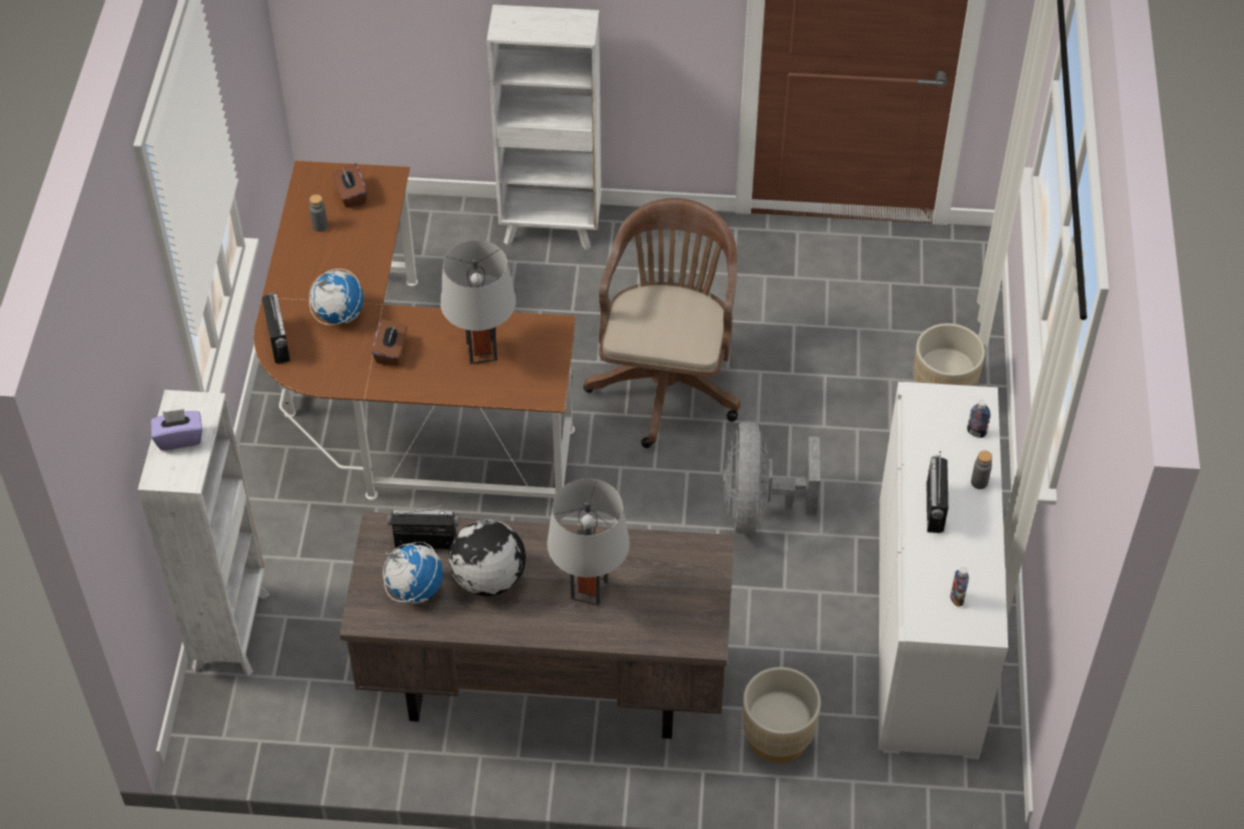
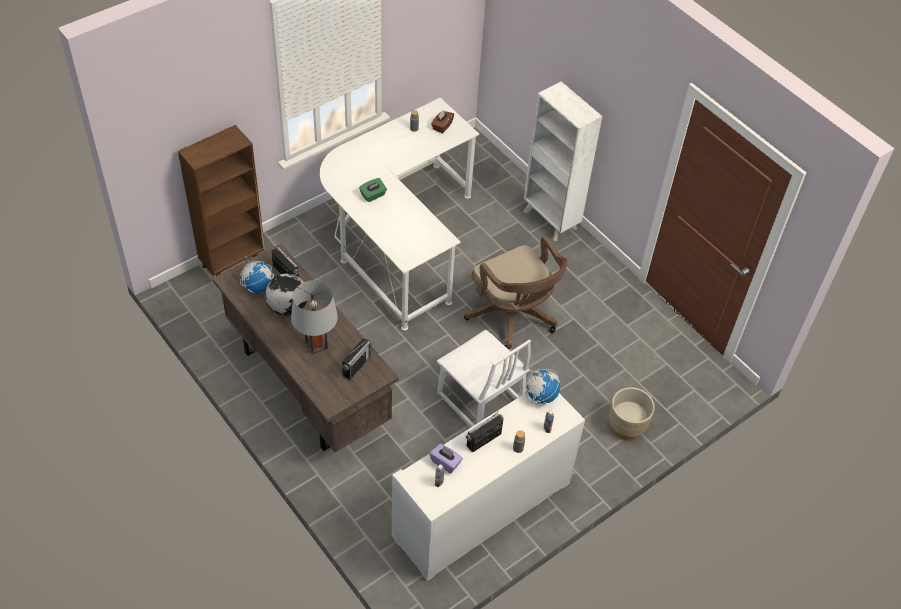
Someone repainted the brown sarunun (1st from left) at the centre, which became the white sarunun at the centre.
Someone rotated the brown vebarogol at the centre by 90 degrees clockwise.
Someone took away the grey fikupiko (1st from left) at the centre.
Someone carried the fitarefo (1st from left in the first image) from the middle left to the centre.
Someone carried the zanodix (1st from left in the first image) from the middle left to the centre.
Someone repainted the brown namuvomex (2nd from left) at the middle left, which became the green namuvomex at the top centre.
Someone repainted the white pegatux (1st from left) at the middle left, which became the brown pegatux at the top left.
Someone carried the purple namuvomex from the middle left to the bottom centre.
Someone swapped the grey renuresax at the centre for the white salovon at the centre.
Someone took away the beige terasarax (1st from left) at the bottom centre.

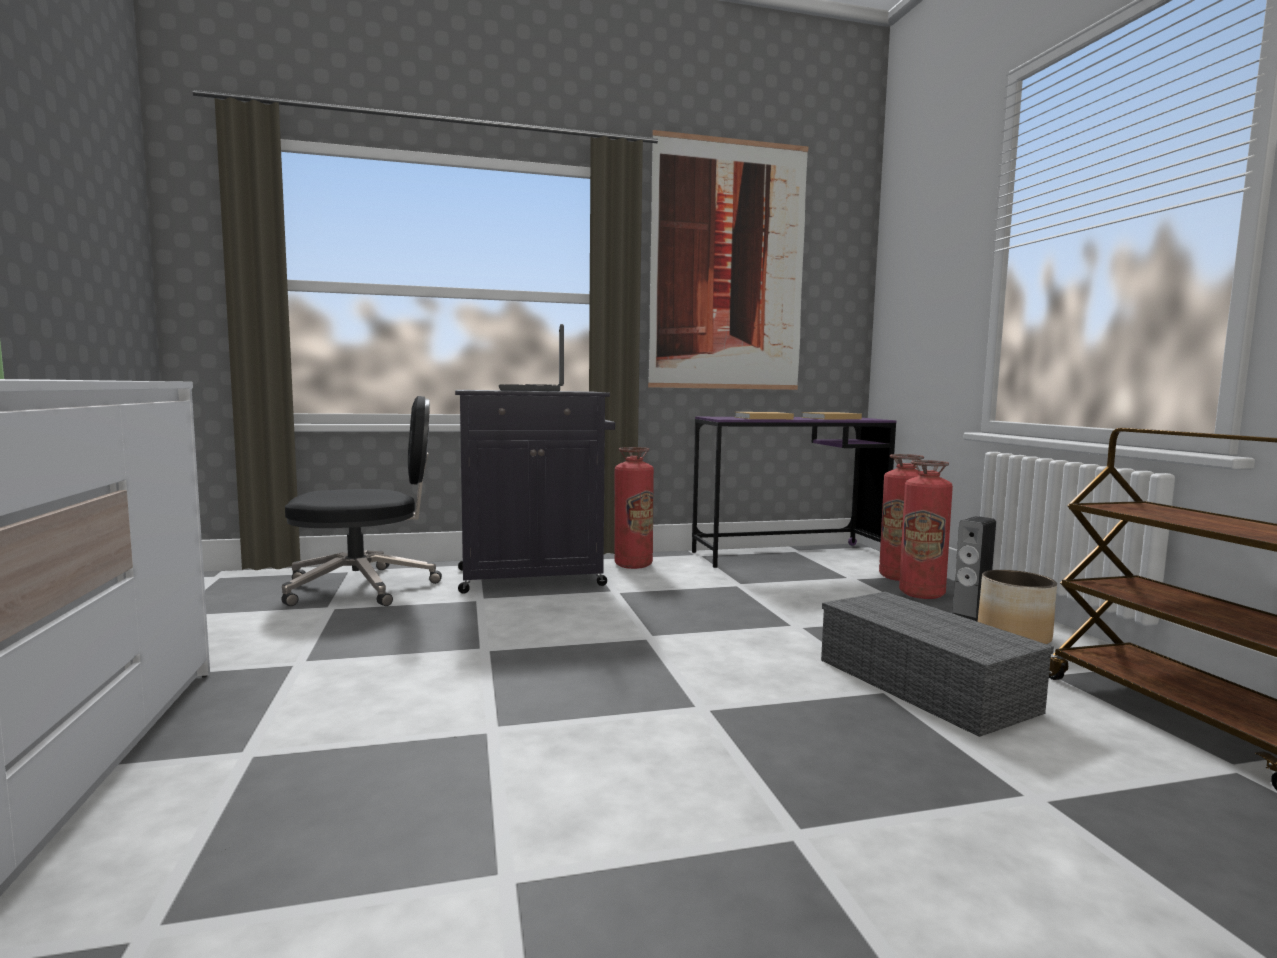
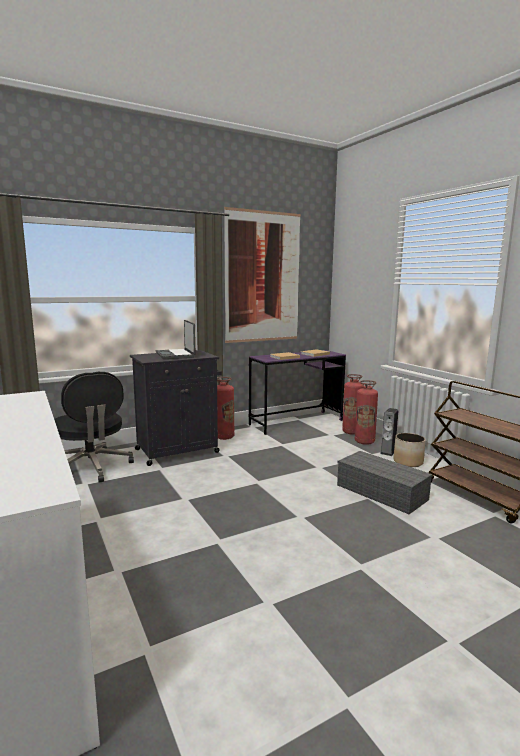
Someone rotated the black vebarogol at the middle left by 90 degrees clockwise.

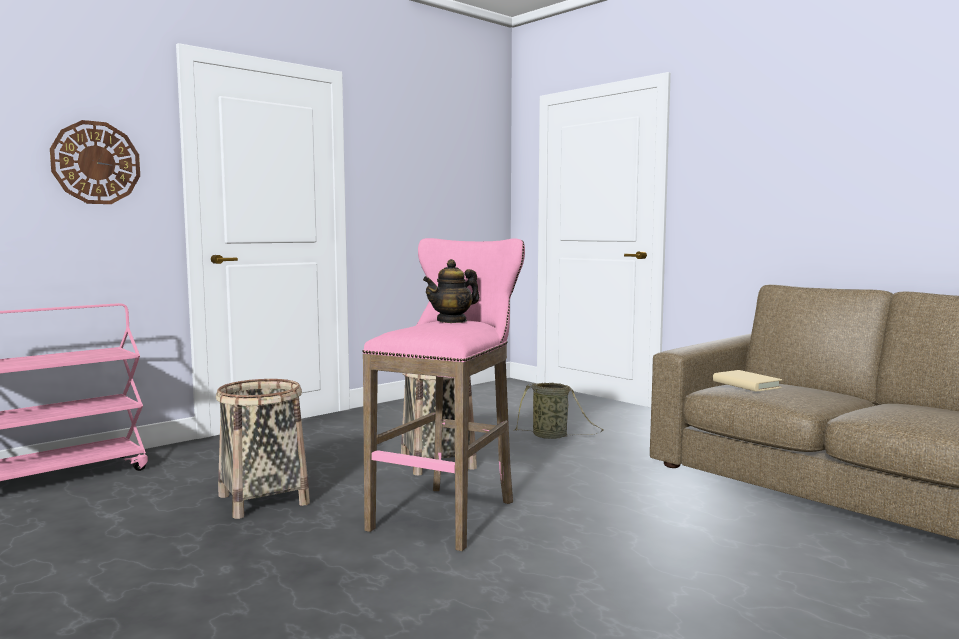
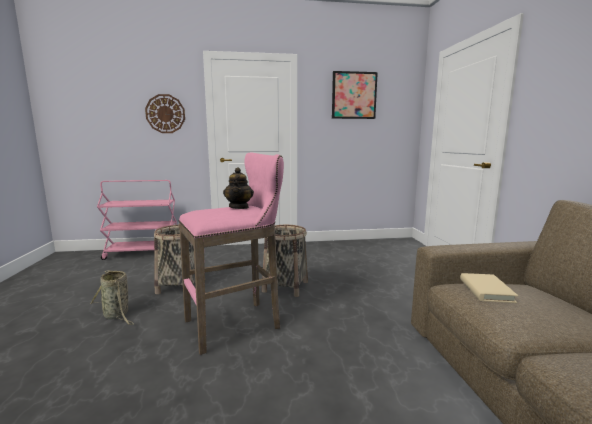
Someone rotated the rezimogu at the centre by 90 degrees counterclockwise.
Someone carried the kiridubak (3rd from left in the first image) from the centre to the bottom left.
Someone put up the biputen at the top centre.

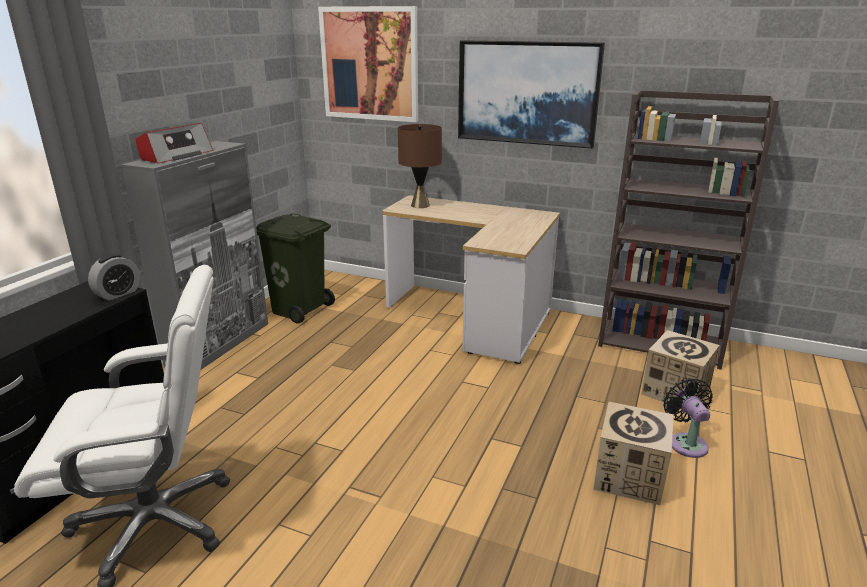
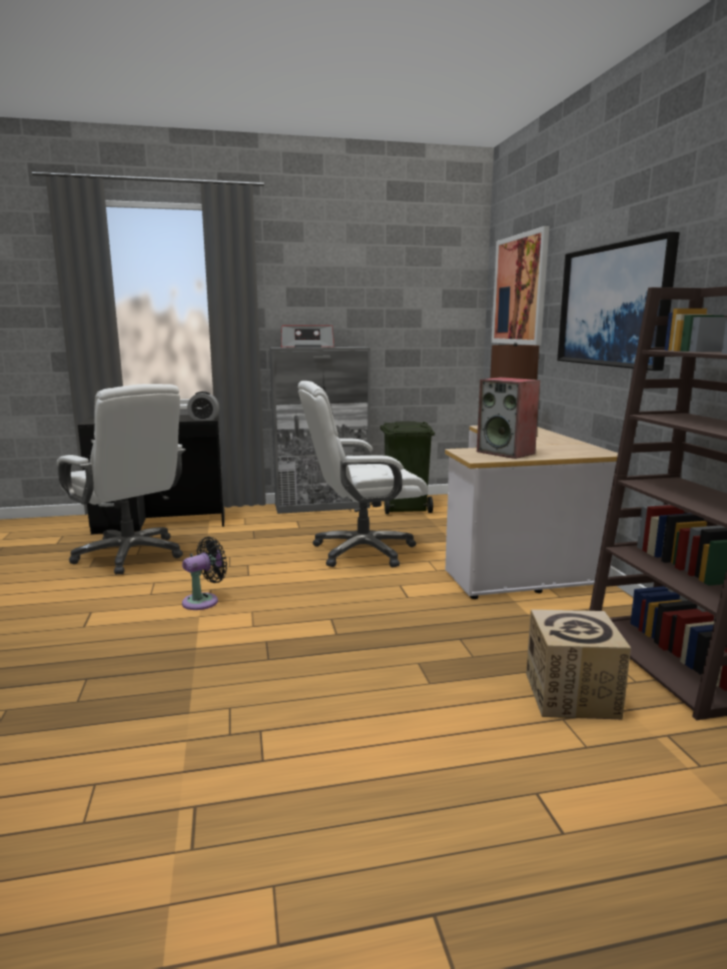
Someone carried the black renuresax from the bottom right to the middle left.
Someone took away the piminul (1st from left) at the bottom right.
Someone put down the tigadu at the middle right.
Someone put down the white vebarogol (2nd from left) at the centre.

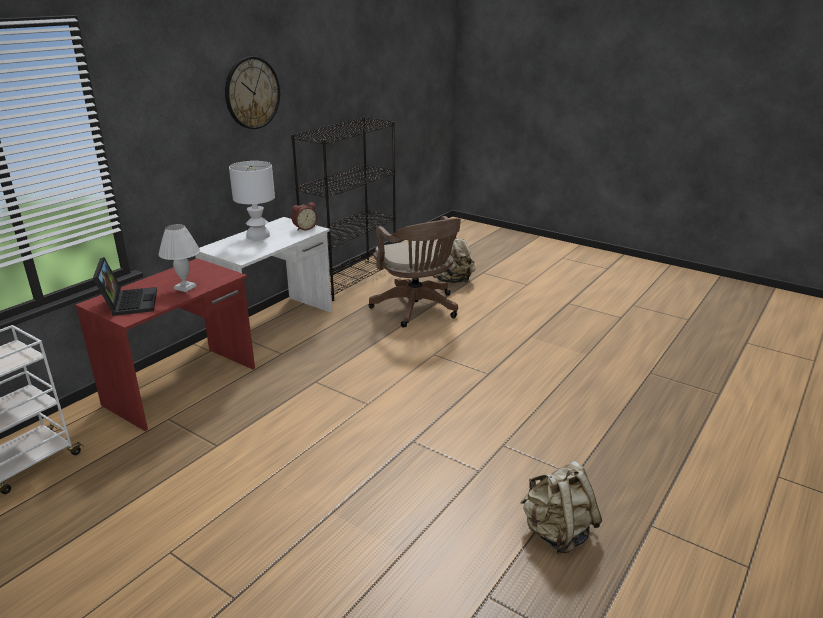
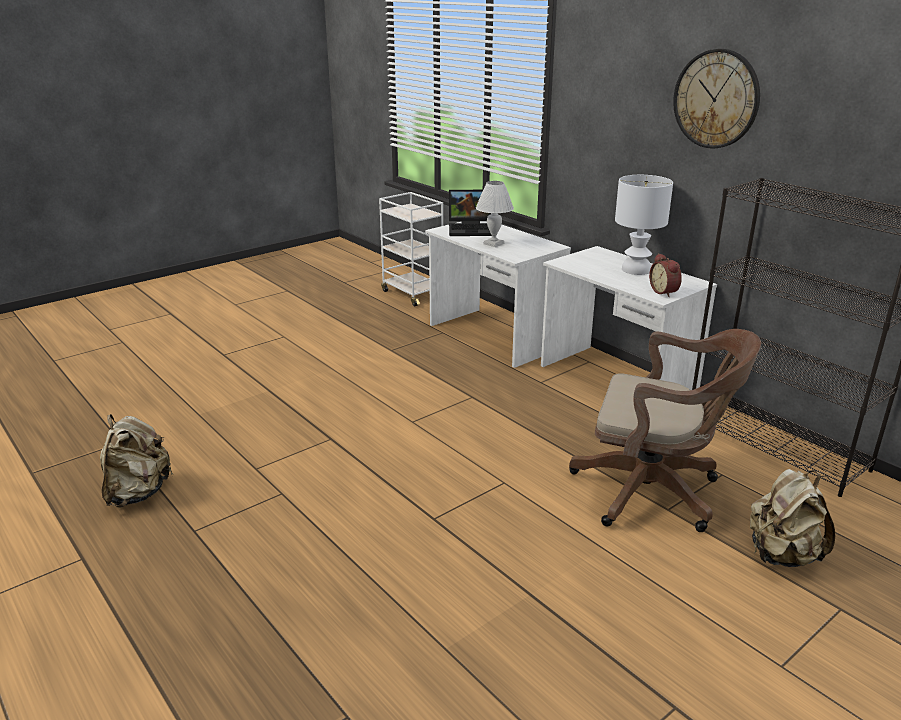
Someone rotated the brown vebarogol at the centre by 150 degrees counterclockwise.
Someone repainted the red sarunun at the middle left, which became the white sarunun (1st from left) at the centre.

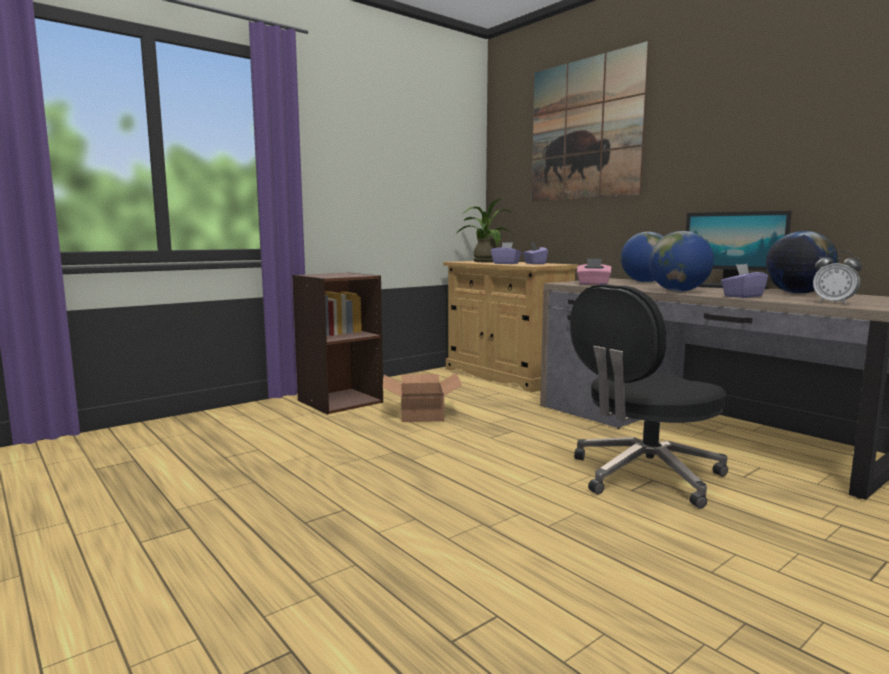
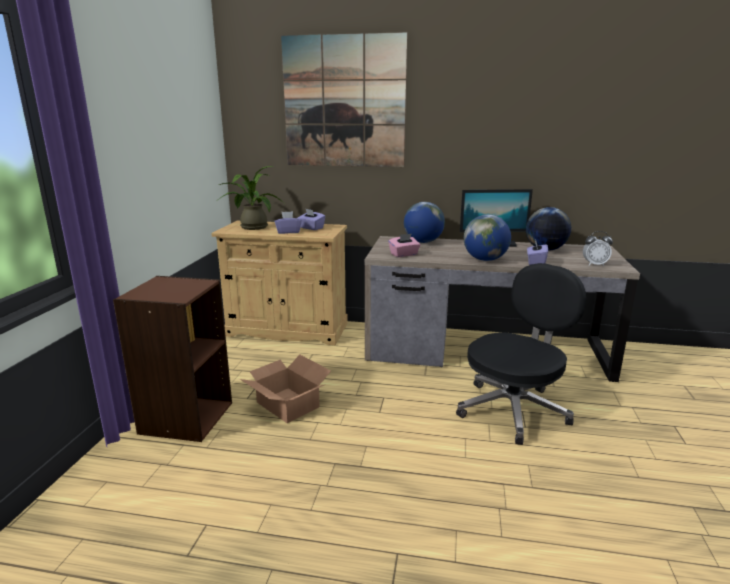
Someone rotated the black vebarogol at the middle right by 150 degrees counterclockwise.

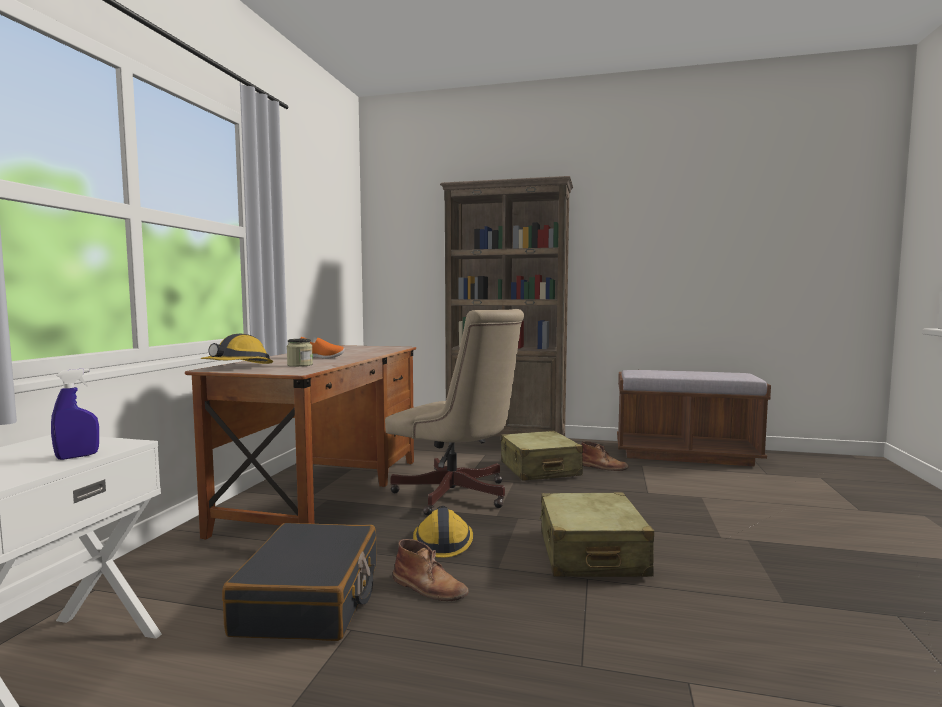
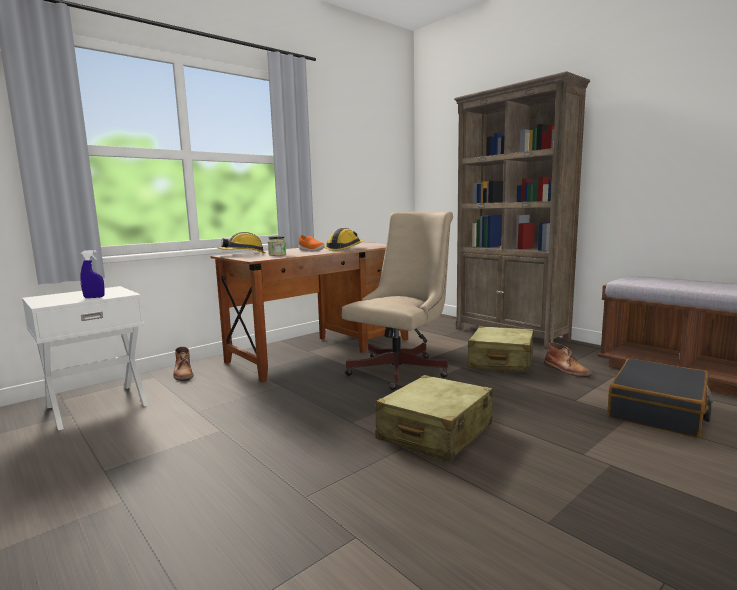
Someone rotated the beige vebarogol at the centre by 120 degrees counterclockwise.
Someone carried the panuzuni (2nd from left) from the bottom centre to the centre.
Someone carried the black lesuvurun from the bottom left to the bottom right.
Someone carried the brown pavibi (1st from left) from the bottom centre to the middle left.

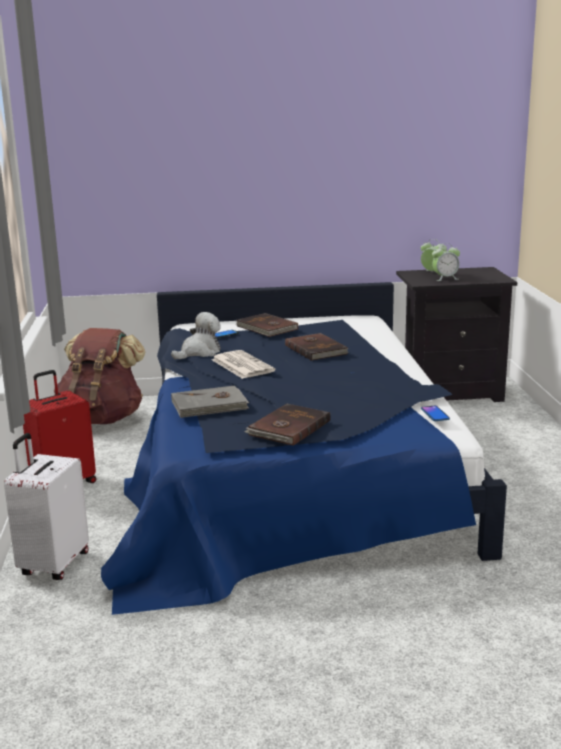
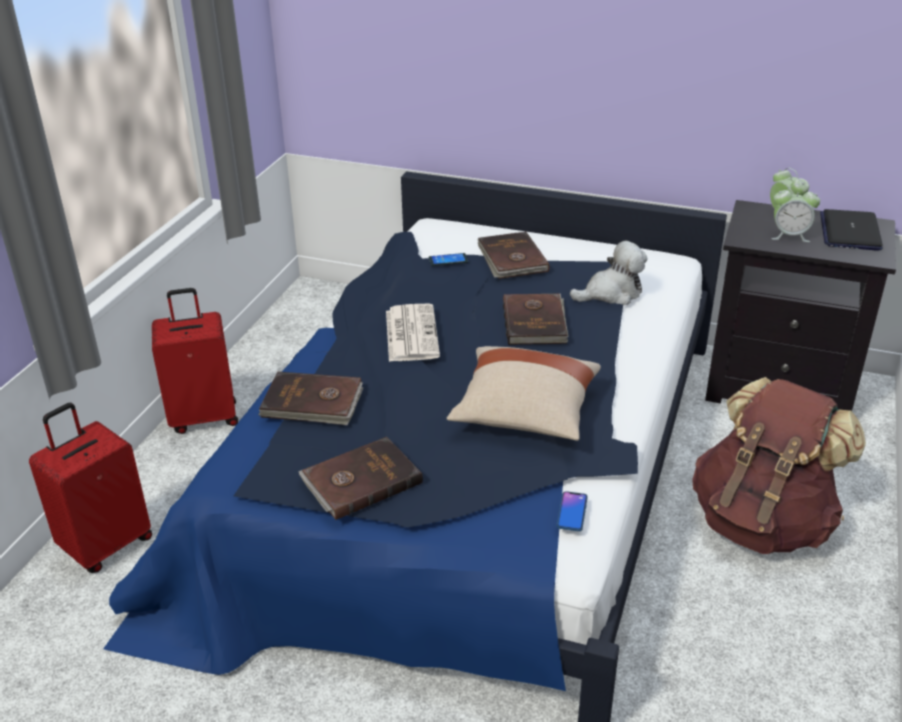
Someone carried the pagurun from the centre to the middle right.
Someone carried the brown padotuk from the middle left to the middle right.
Someone repainted the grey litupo at the centre, which became the brown litupo (1st from left) at the centre.
Someone repainted the white lesuvurun at the bottom left, which became the red lesuvurun (1st from left) at the bottom left.
Someone put down the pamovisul at the top right.
Someone put down the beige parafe at the centre.

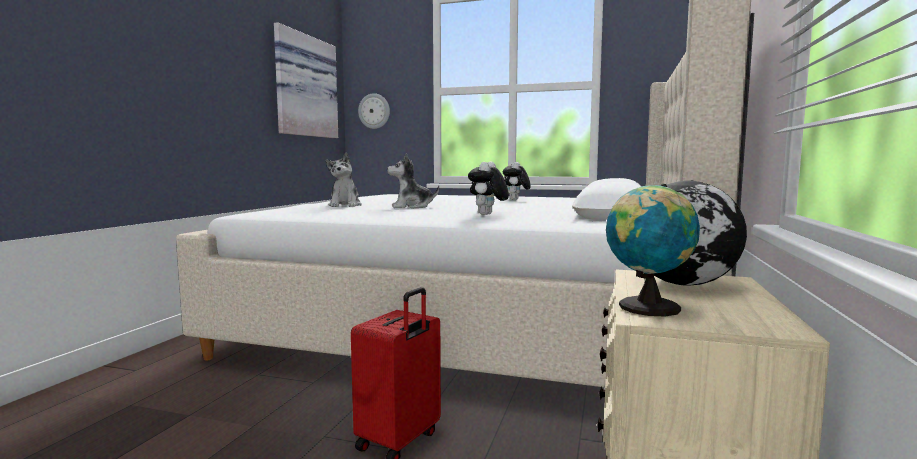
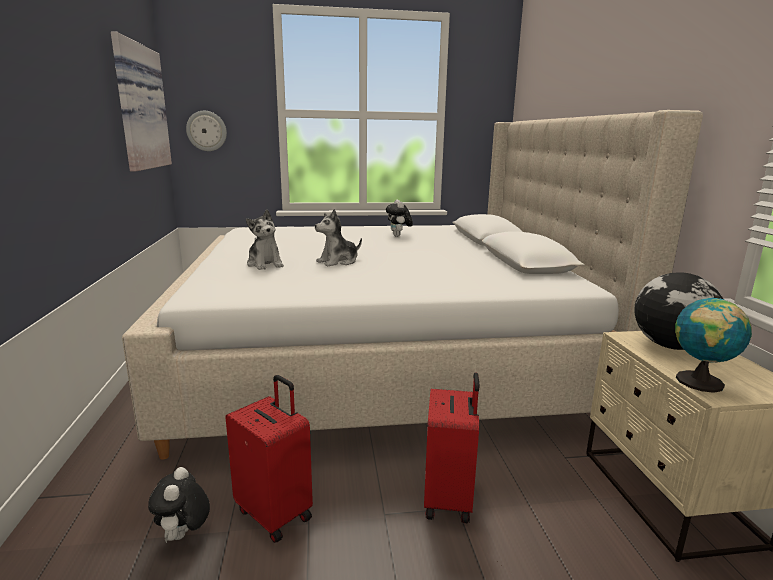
Someone carried the pagurun (3rd from left in the first image) from the centre to the bottom left.
Someone put down the red lesuvurun (1st from left) at the bottom centre.

